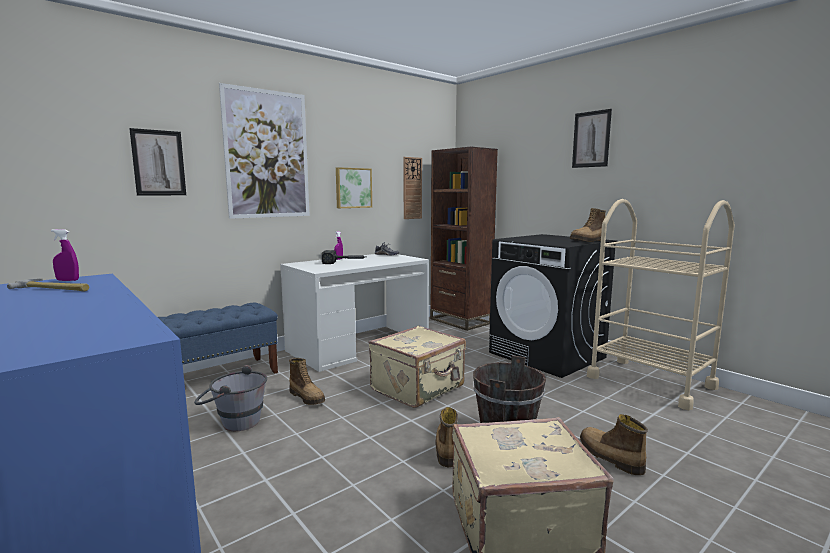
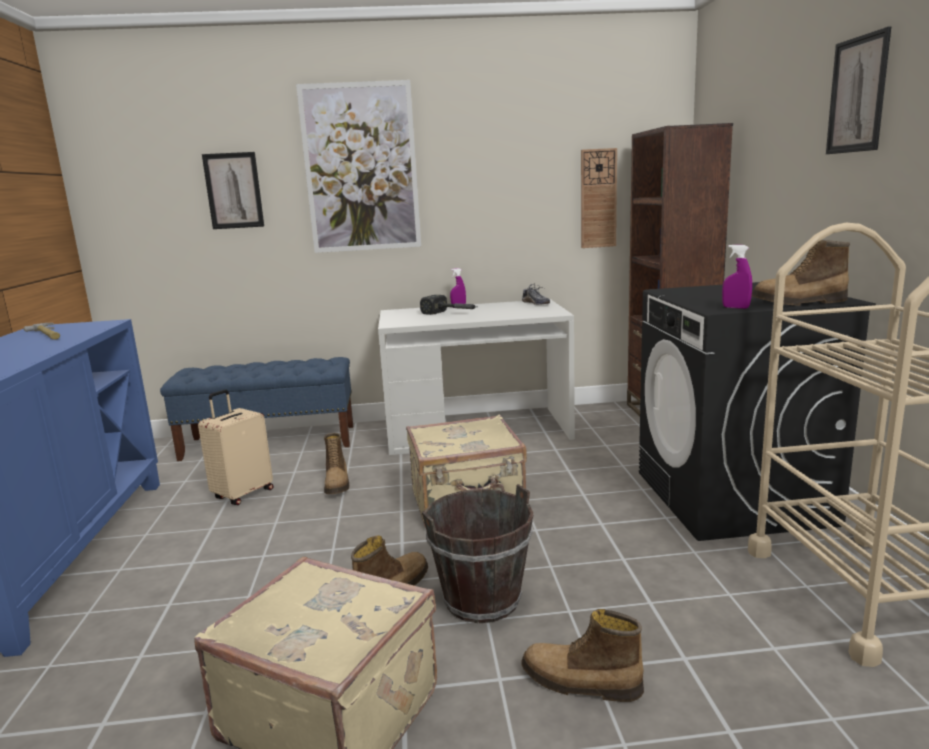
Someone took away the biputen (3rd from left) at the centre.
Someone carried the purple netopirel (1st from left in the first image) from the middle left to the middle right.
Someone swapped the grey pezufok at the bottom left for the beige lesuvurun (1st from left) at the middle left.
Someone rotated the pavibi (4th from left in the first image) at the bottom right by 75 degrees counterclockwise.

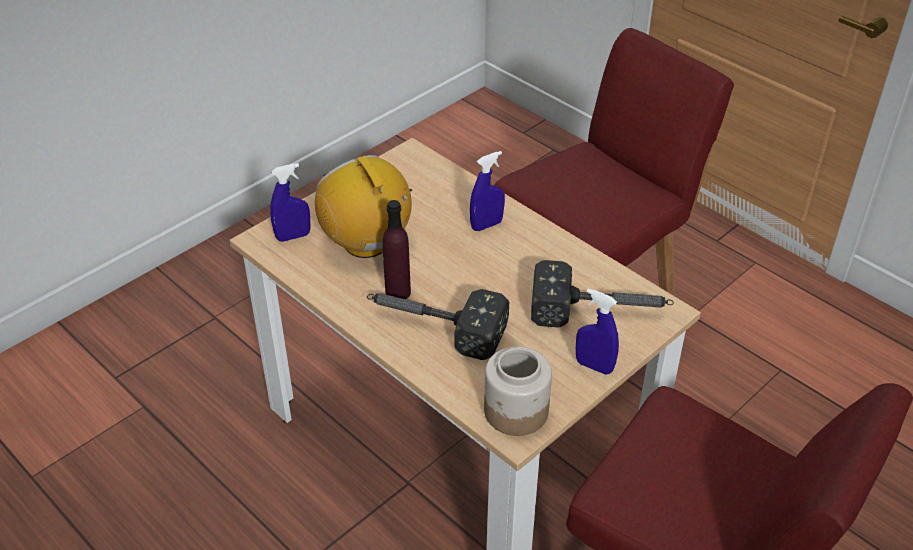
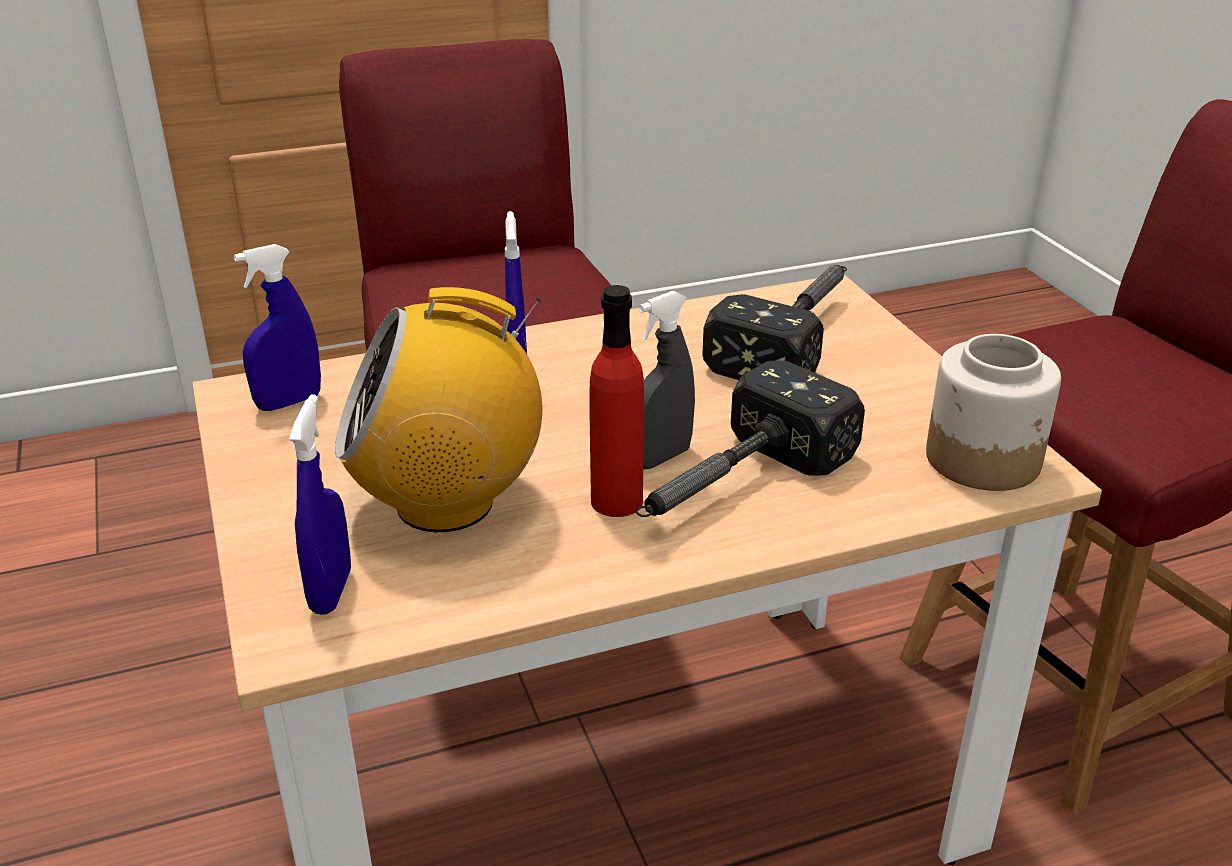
Someone repainted the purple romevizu at the centre, which became the red romevizu at the centre.
Someone carried the blue netopirel (3rd from left in the first image) from the centre to the middle left.
Someone put down the grey netopirel at the centre.

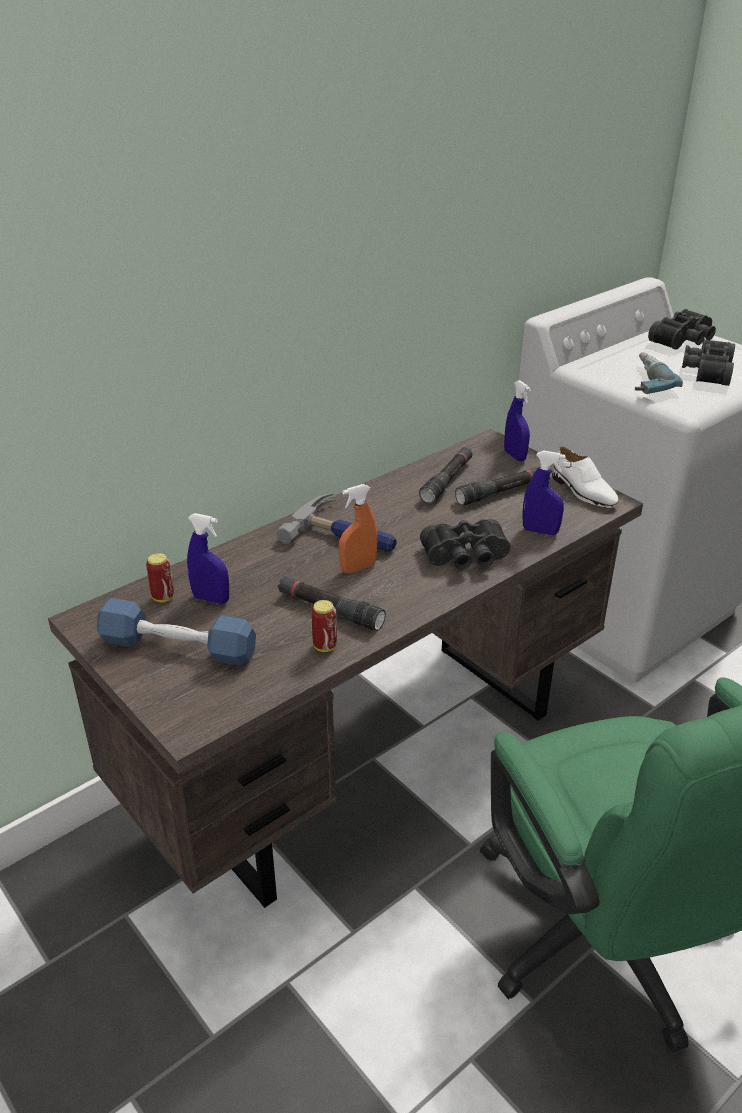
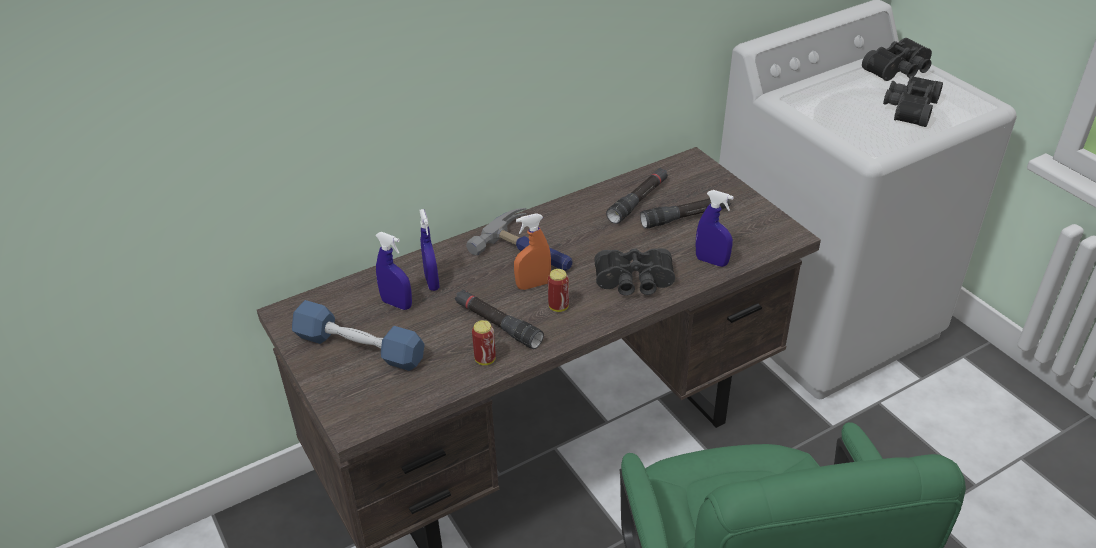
Someone took away the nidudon at the middle right.
Someone carried the blue netopirel (2nd from left) from the middle right to the centre.
Someone took away the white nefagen at the middle right.
Someone carried the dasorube (1st from left in the first image) from the middle left to the centre.

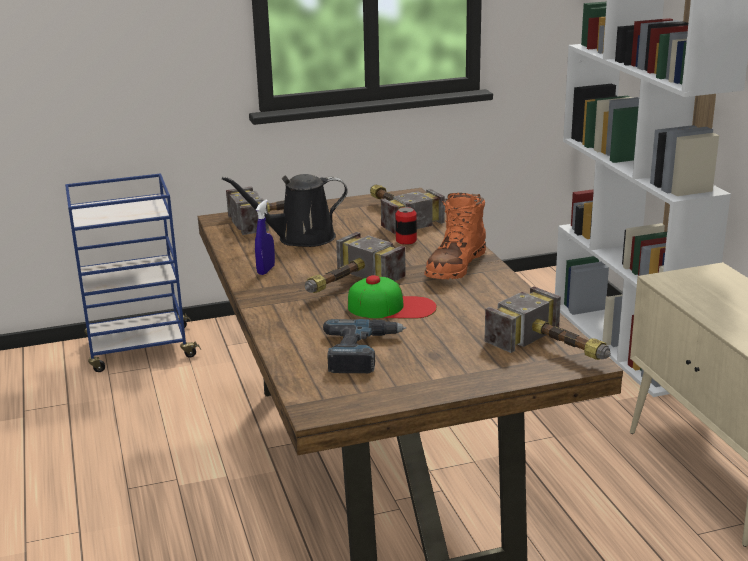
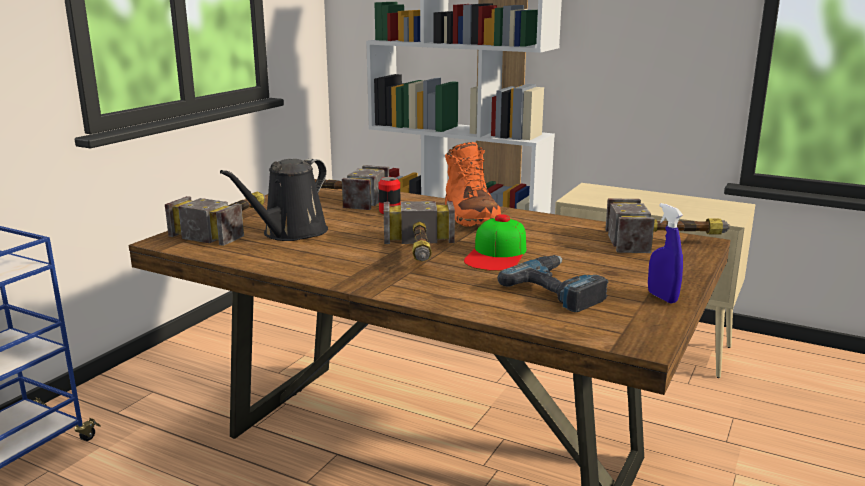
Someone carried the blue netopirel from the centre to the middle right.
Someone rotated the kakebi at the centre by 150 degrees clockwise.

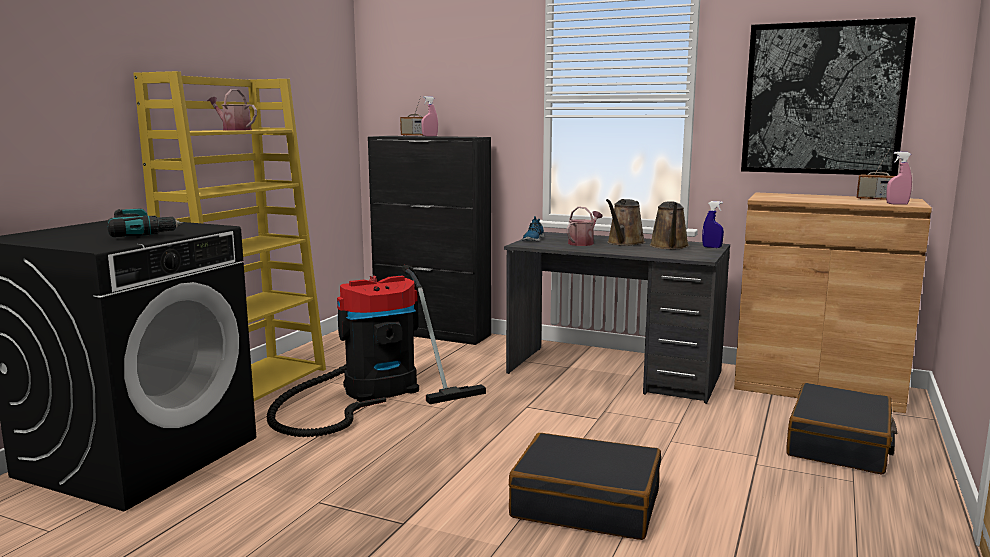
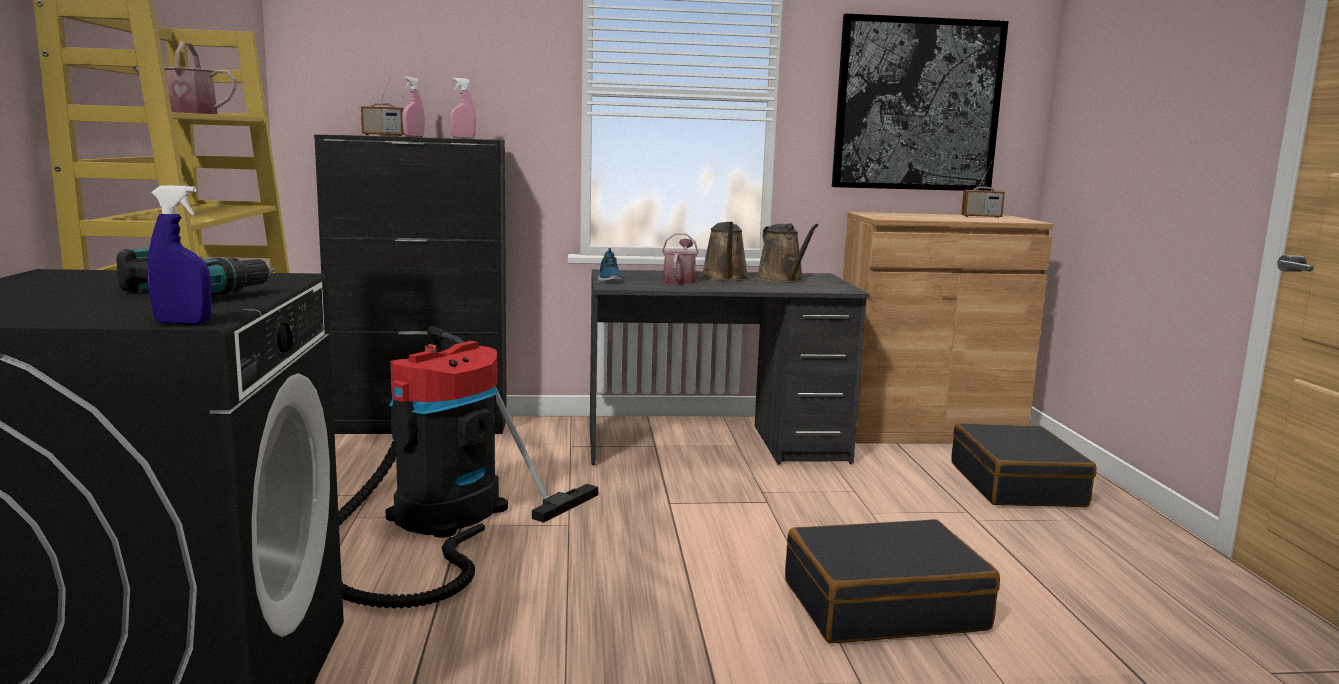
Someone carried the pink netopirel (2nd from left) from the top right to the top centre.
Someone carried the blue netopirel from the middle right to the middle left.

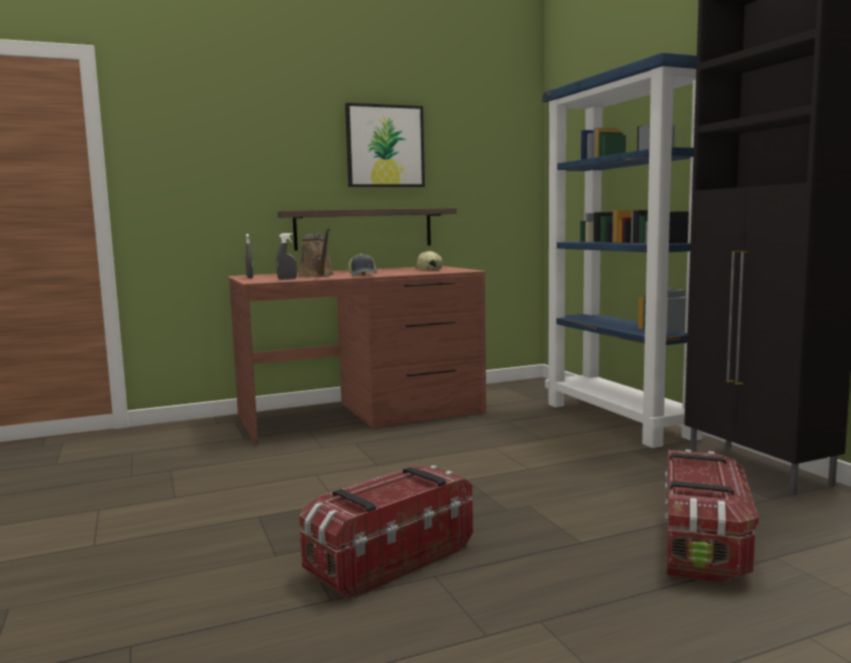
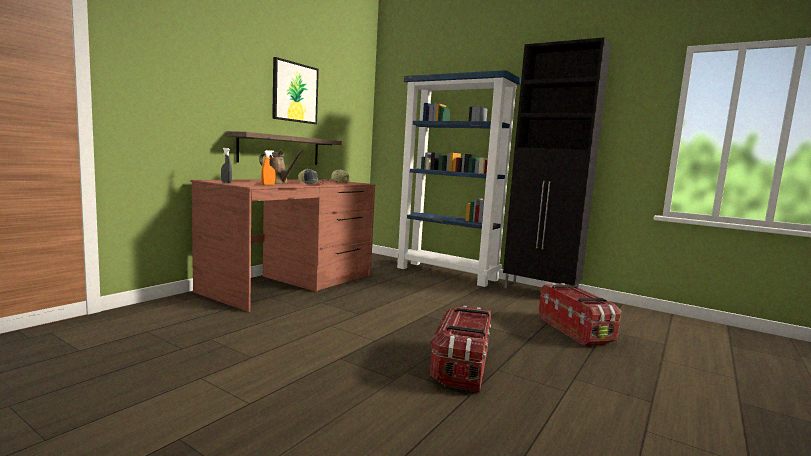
Someone repainted the grey netopirel (2nd from left) at the centre, which became the orange netopirel at the middle left.

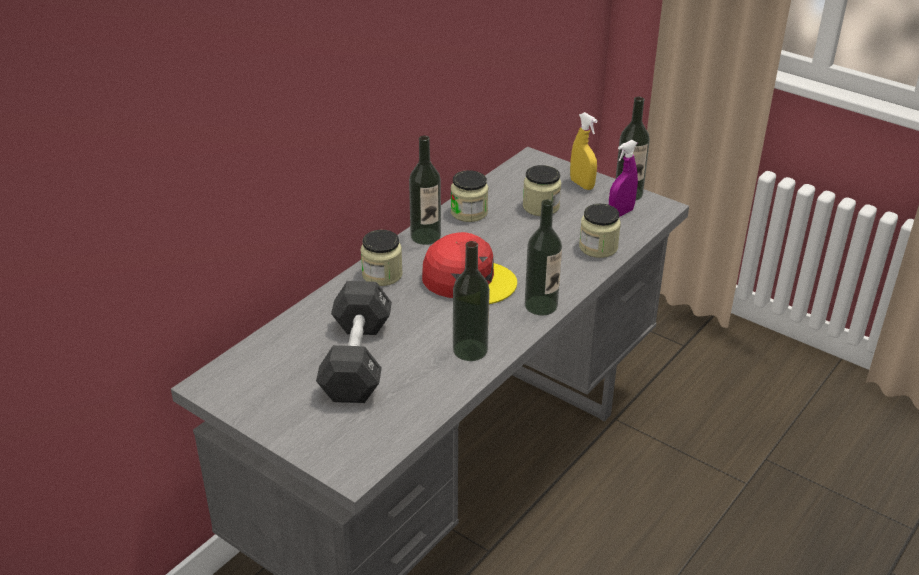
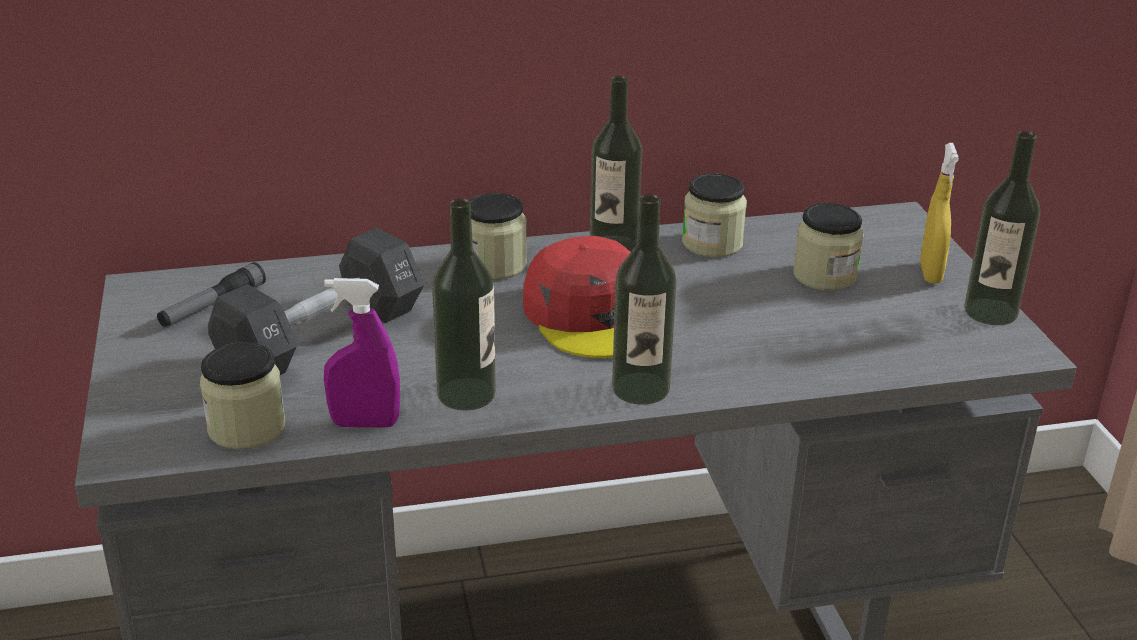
Someone carried the purple netopirel from the top right to the middle left.
Someone carried the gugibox (4th from left in the first image) from the centre to the middle left.
Someone put down the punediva at the middle left.

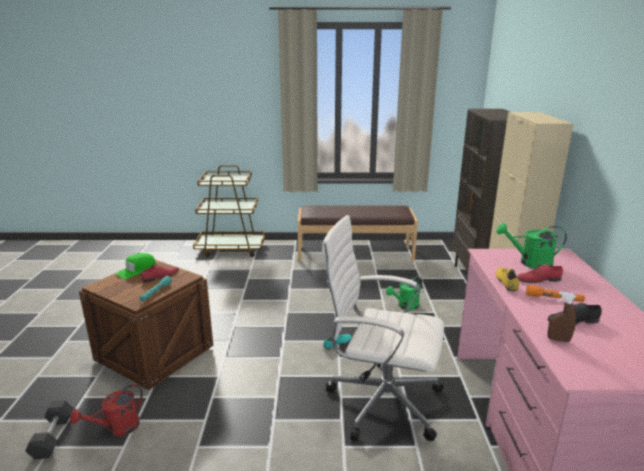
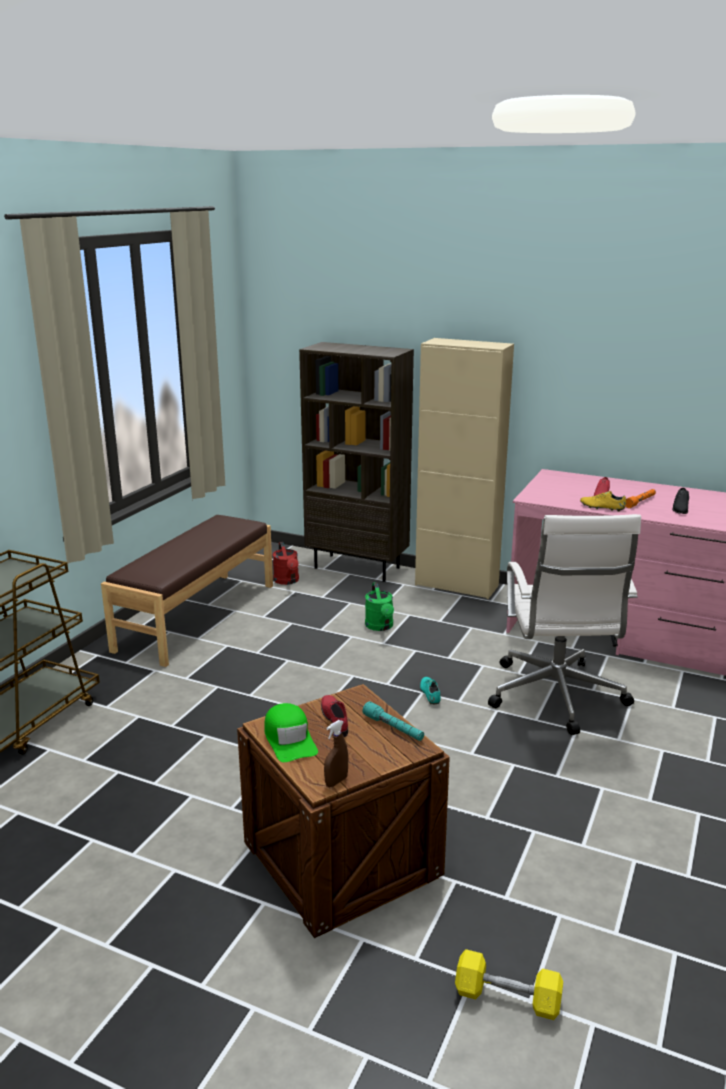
Someone rotated the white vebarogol at the bottom centre by 45 degrees counterclockwise.
Someone took away the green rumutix (2nd from left) at the middle right.
Someone carried the brown netopirel from the bottom right to the bottom centre.
Someone carried the red rumutix from the bottom left to the centre.
Someone repainted the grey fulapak at the bottom left, which became the yellow fulapak at the bottom right.

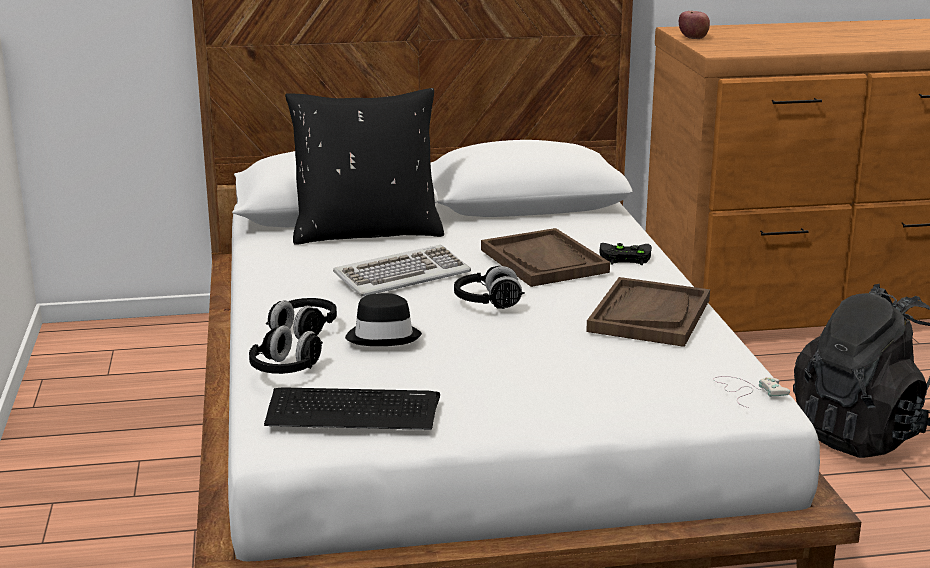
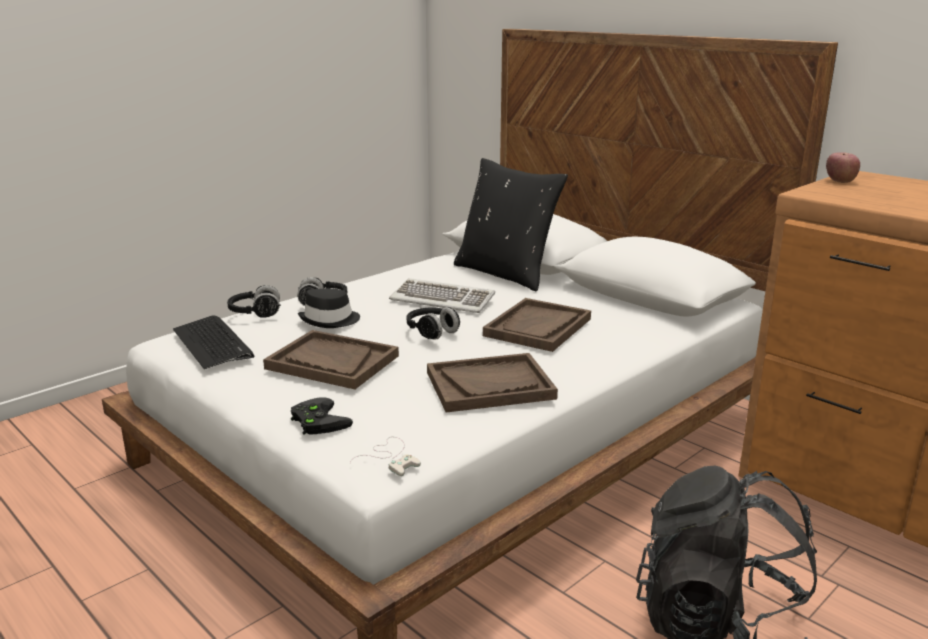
Someone carried the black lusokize from the middle right to the centre.
Someone put down the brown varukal (1st from left) at the centre.

